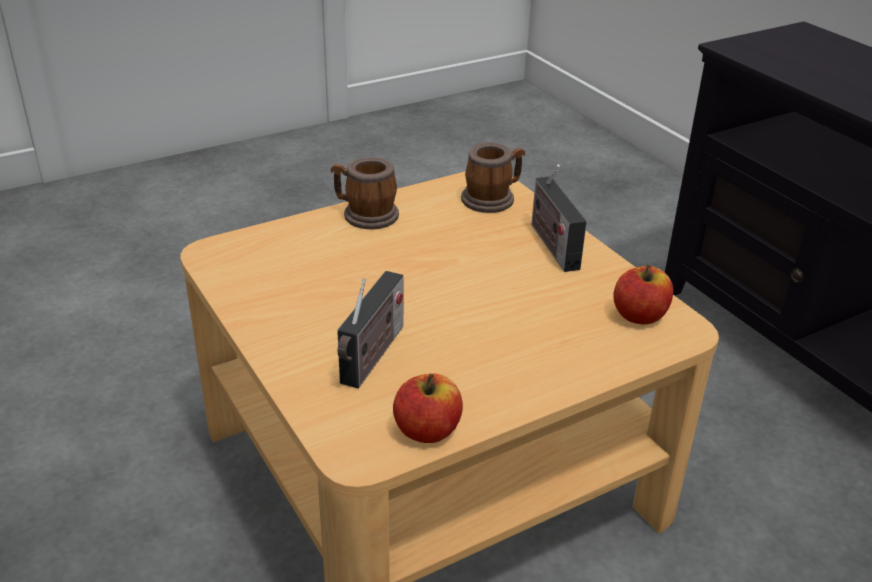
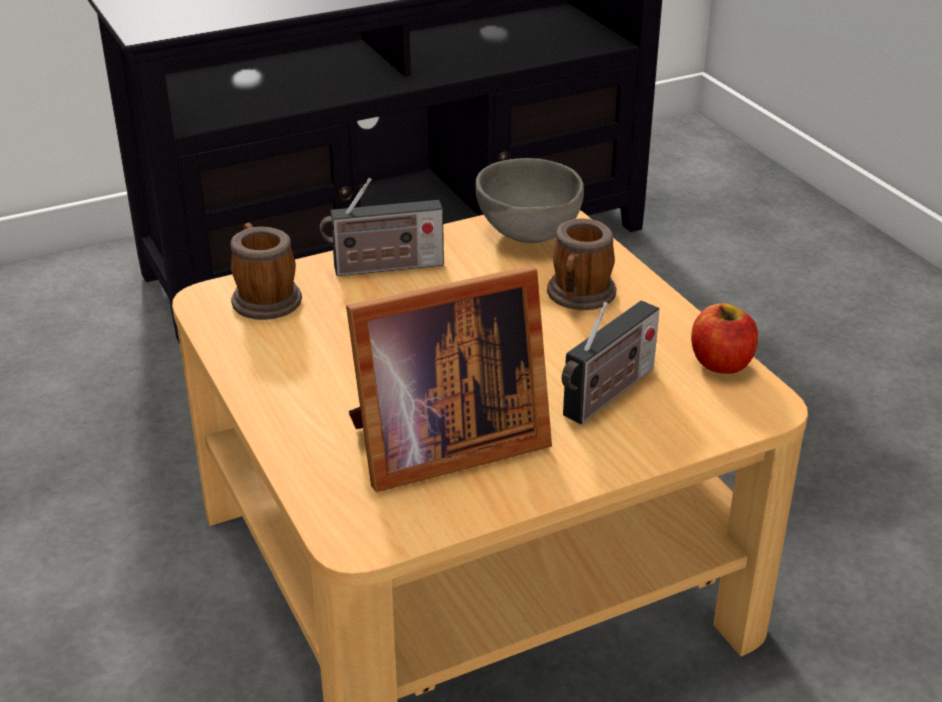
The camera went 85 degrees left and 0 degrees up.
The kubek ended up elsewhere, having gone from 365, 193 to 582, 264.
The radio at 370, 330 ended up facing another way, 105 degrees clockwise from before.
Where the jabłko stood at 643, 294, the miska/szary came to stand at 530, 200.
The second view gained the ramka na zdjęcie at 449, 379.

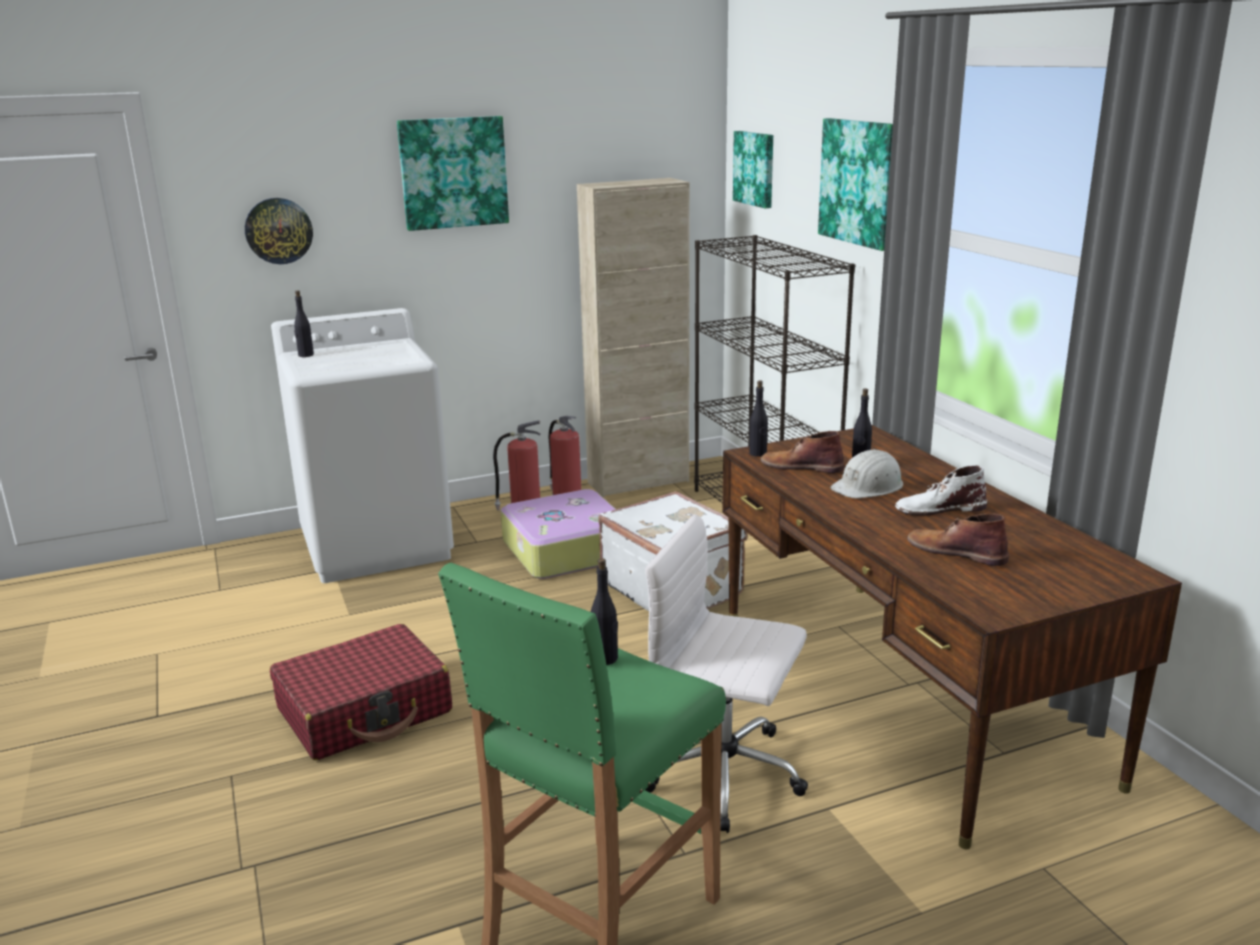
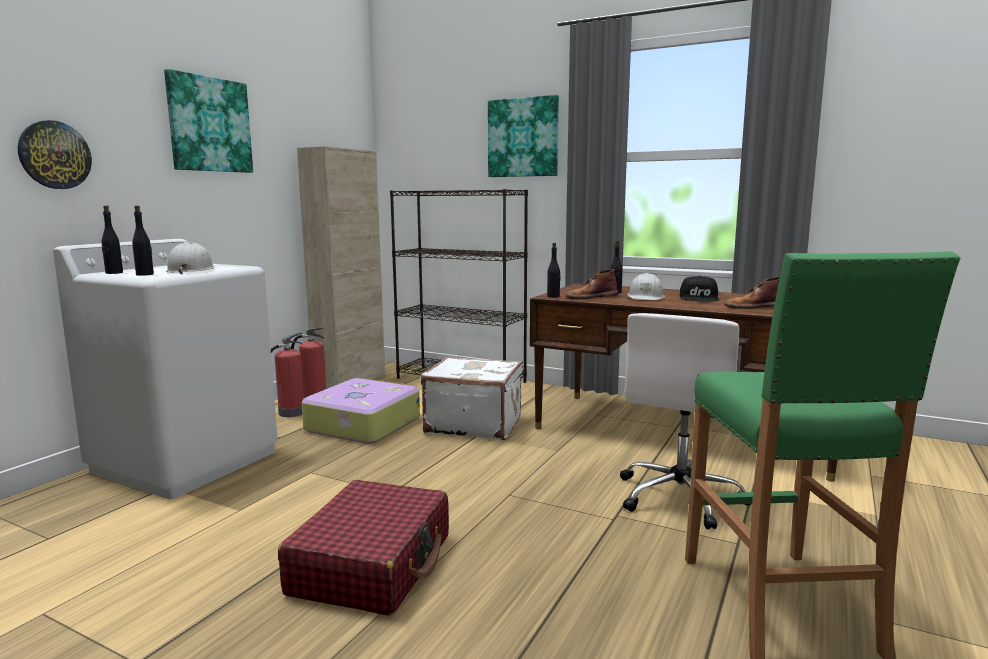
The camera went 40 degrees left and 10 degrees down.
The butelka/czarny ended up elsewhere, having gone from 604, 611 to 143, 241.
The krzesło biurowe/biały at 726, 673 ended up facing another way, 45 degrees counterclockwise from before.
The second view lost the obraz at 753, 169.
Where the but z cholewką/biały stood at 941, 490, the czapka z daszkiem/czarny came to stand at 699, 288.
The second view gained the kask/biały at 190, 258.

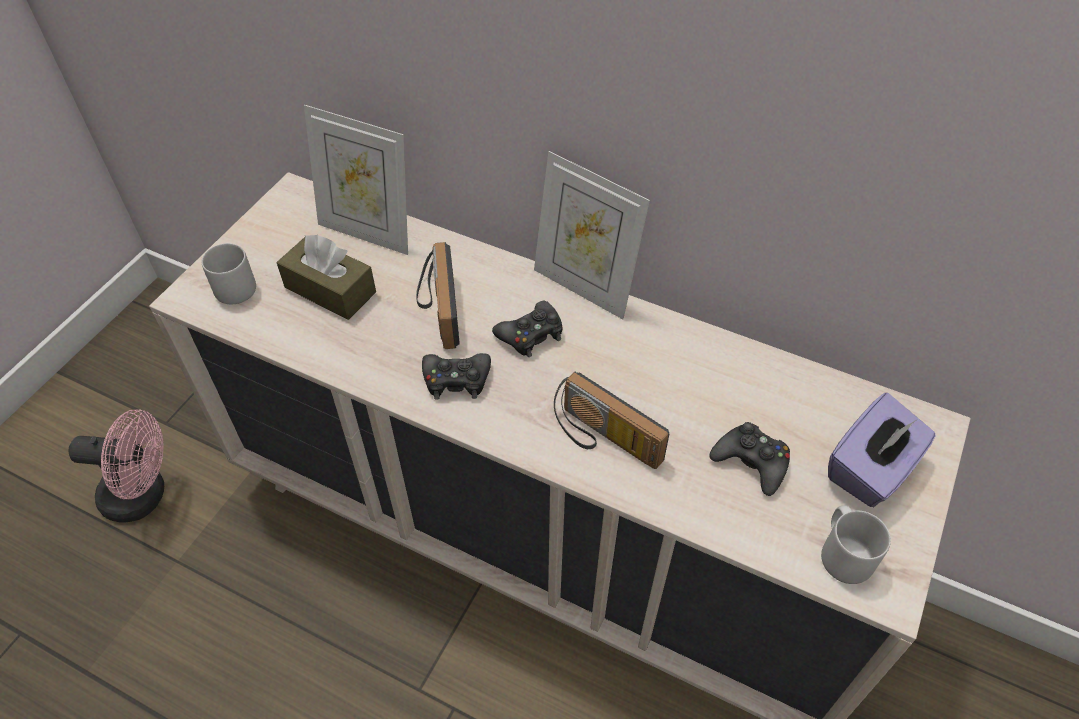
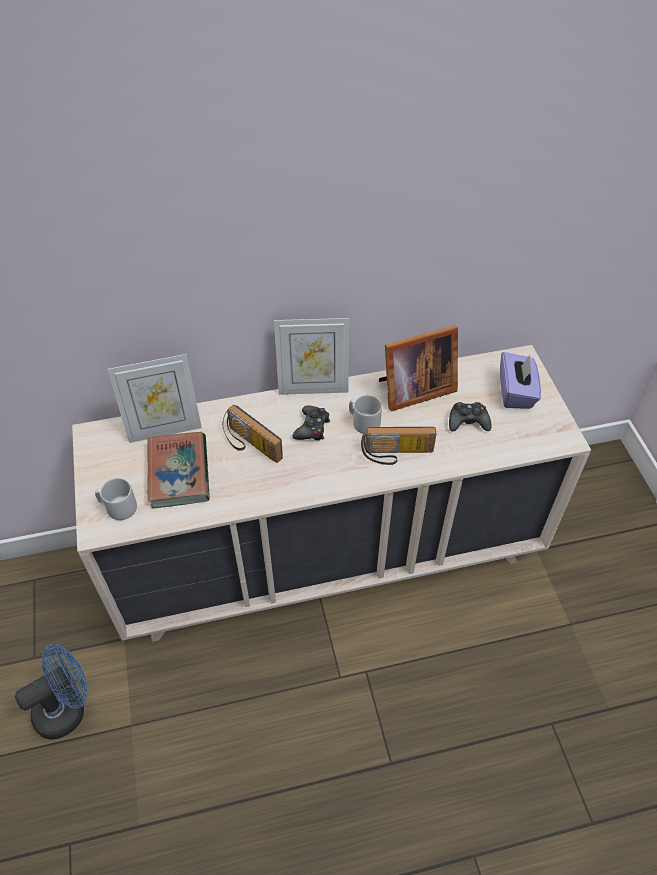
The camera went 40 degrees left and 0 degrees up.
What was the wentylator/różowy at 116, 465 turned into the wentylator/niebieski at 51, 692.
Where the pudełko chusteczek/brązowy stood at 326, 277, the książka came to stand at 179, 470.
The second view lost the pad do gier/czarny at 456, 376.
The kubek/szary ended up elsewhere, having gone from 856, 544 to 365, 414.
The second view gained the ramka na zdjęcie at 418, 368.

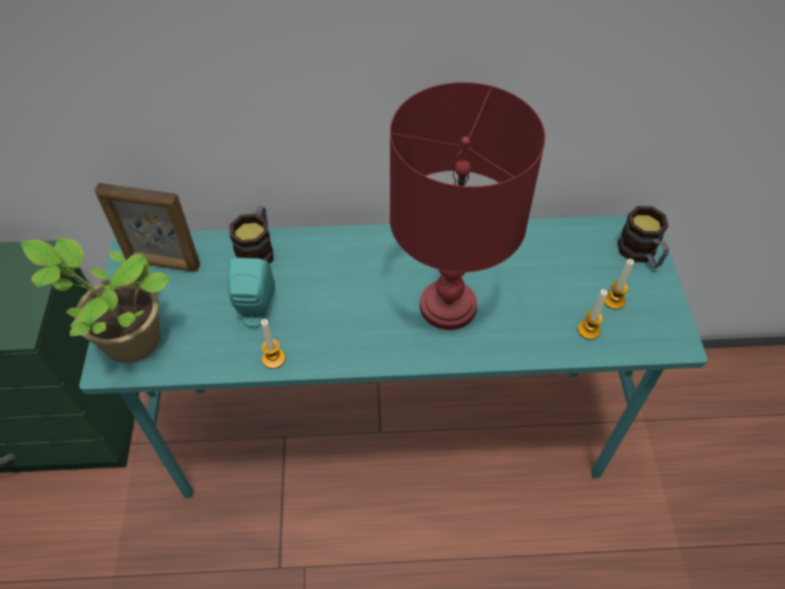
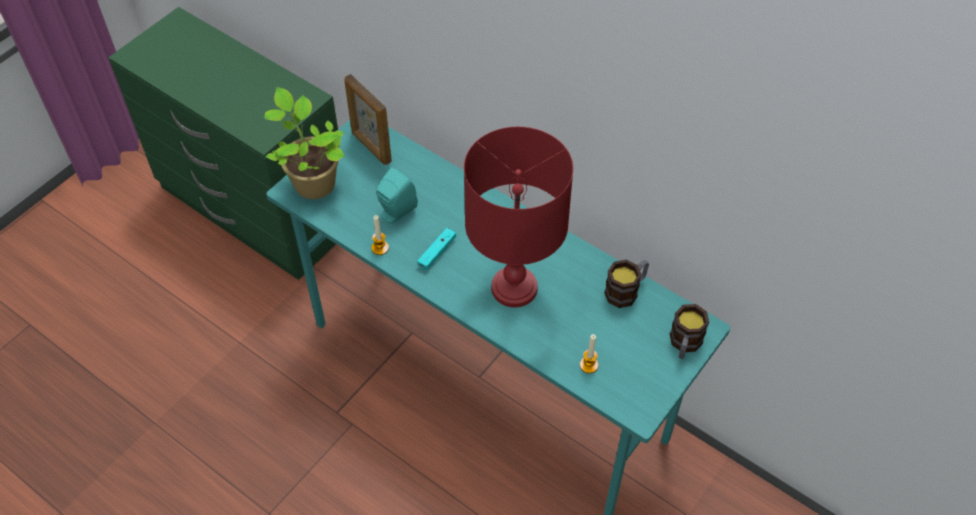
The camera went 40 degrees right and 0 degrees up.
The kubek ended up elsewhere, having gone from 251, 235 to 626, 284.
The second view lost the świeca at 619, 284.
The second view gained the pad do gier/turkusowy at 436, 249.

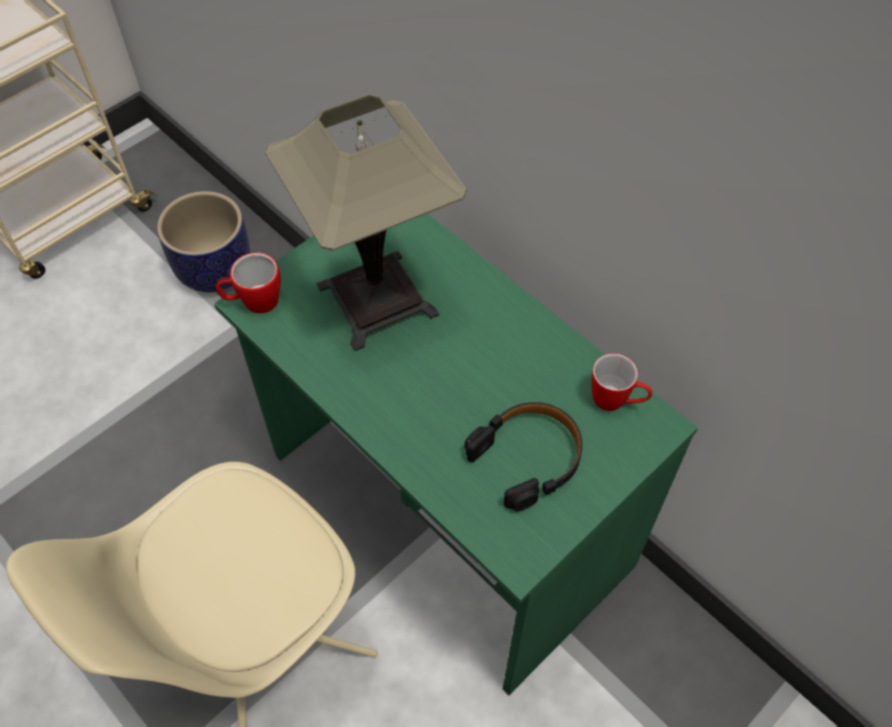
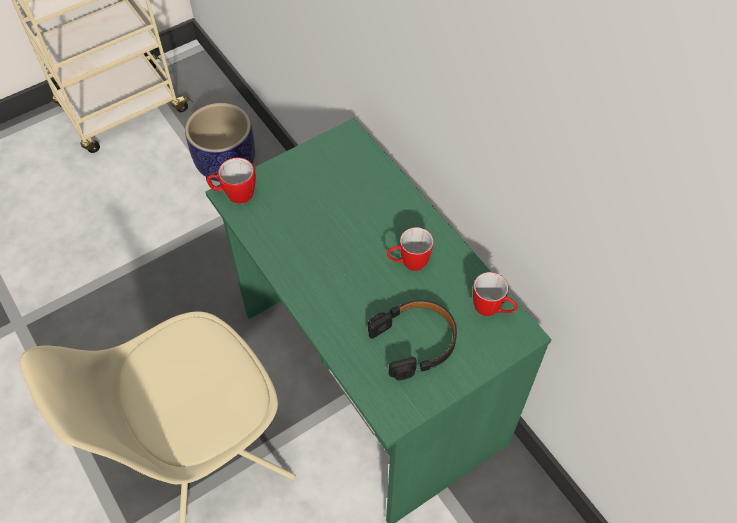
The camera went 10 degrees right and 0 degrees up.
The second view lost the lampa stołowa at 366, 222.
The second view gained the kubek at 410, 249.

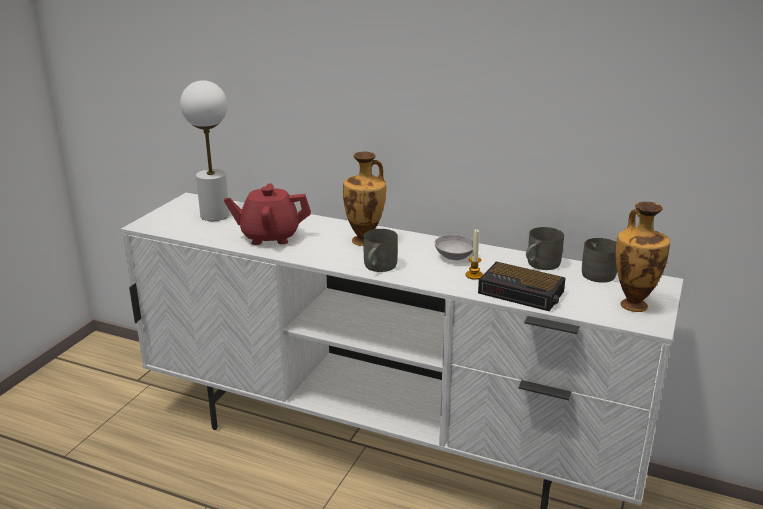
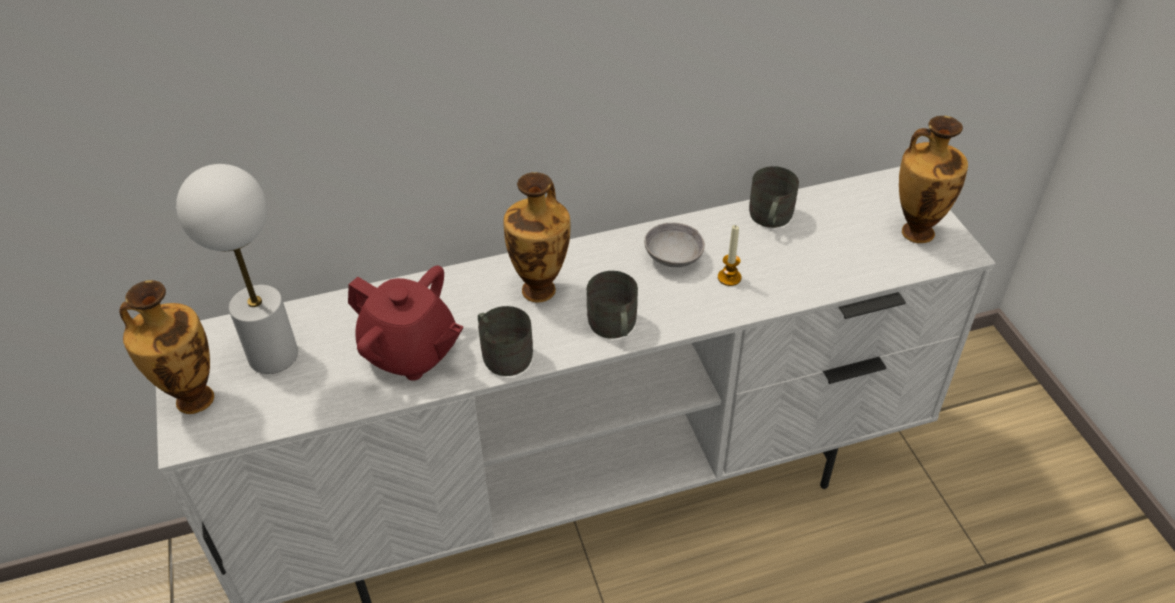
The camera went 40 degrees left and 20 degrees up.
The imbryk/czerwony at 267, 214 ended up facing another way, 105 degrees counterclockwise from before.
The second view lost the budzik at 522, 286.
The kubek/szary ended up elsewhere, having gone from 599, 260 to 505, 341.
The second view gained the wazon at 166, 347.

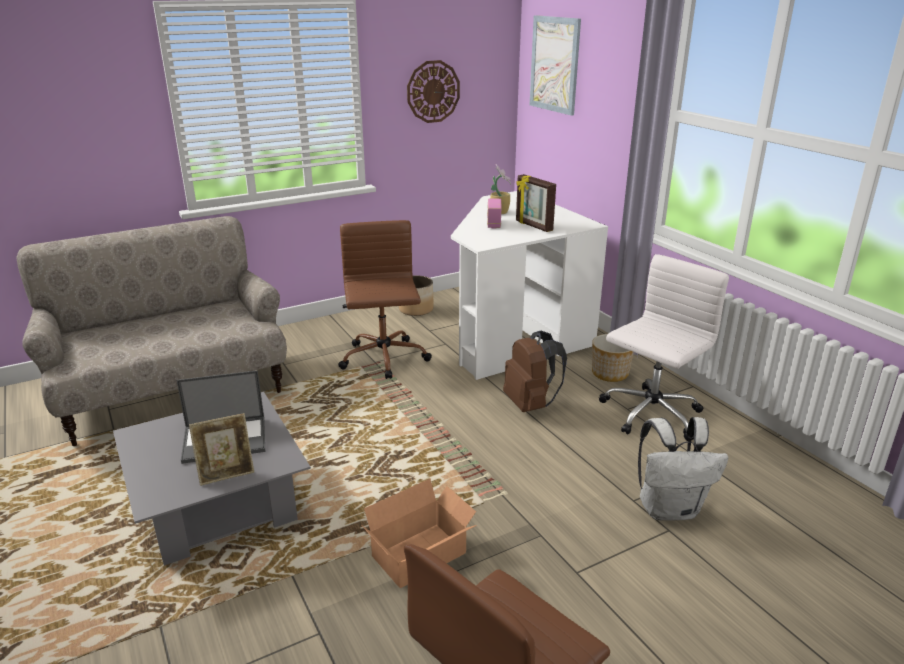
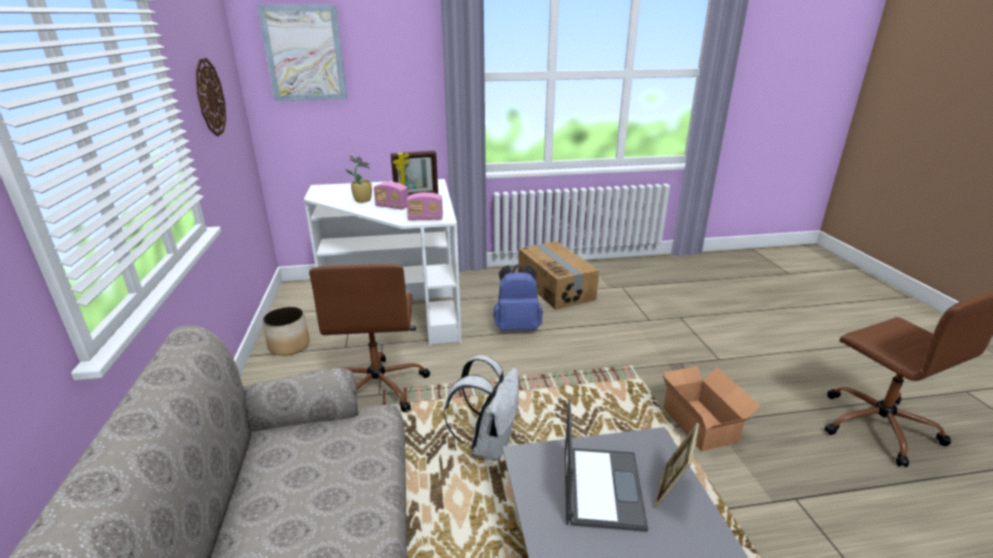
The camera went 70 degrees left and 0 degrees up.
The ramka na zdjęcie at 221, 449 ended up facing another way, 150 degrees counterclockwise from before.
The krzesło biurowe/brązowy at 385, 299 ended up facing another way, 105 degrees counterclockwise from before.
What was the plecak/brązowy at 535, 371 turned into the plecak/niebieski at 518, 298.
The second view lost the donica at 613, 358.
Where the krzesło biurowe/biały stood at 664, 347, the karton came to stand at 558, 276.
The plecak/biały ended up elsewhere, having gone from 683, 468 to 481, 408.
The second view gained the radio at 425, 206.

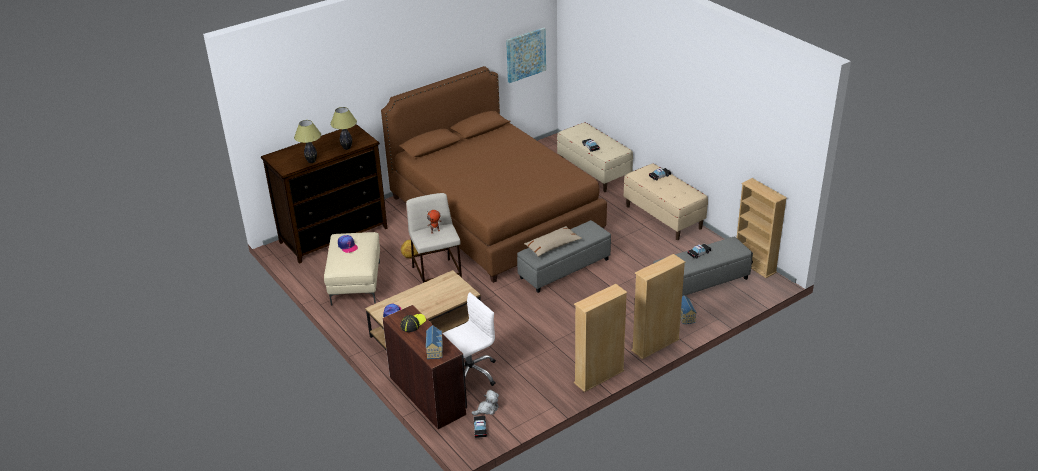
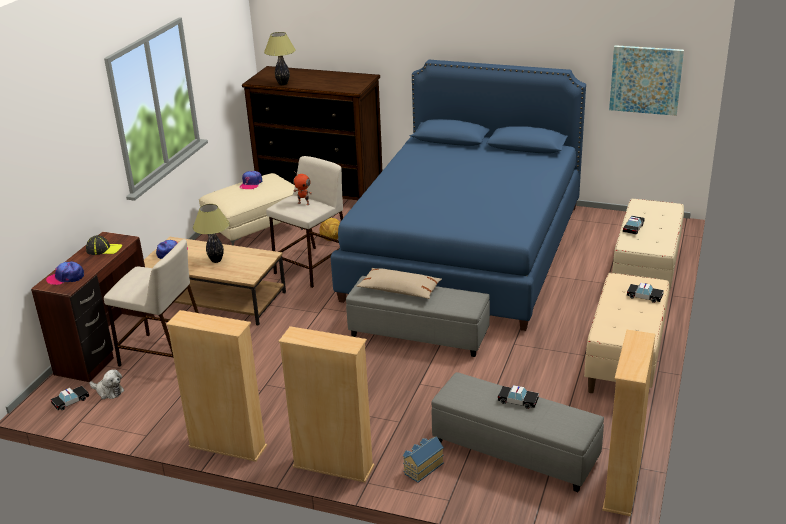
The camera went 55 degrees right and 5 degrees down.
The lampa stołowa ended up elsewhere, having gone from 343, 128 to 211, 233.
What was the łóżko/brązowy at 494, 174 turned into the łóżko/niebieski at 458, 195.
Where the domek stood at 434, 342, the czapka z daszkiem came to stand at 65, 273.
Where the krzesło biurowe/biały stood at 469, 339, the stołek/beżowy came to stand at 151, 302.

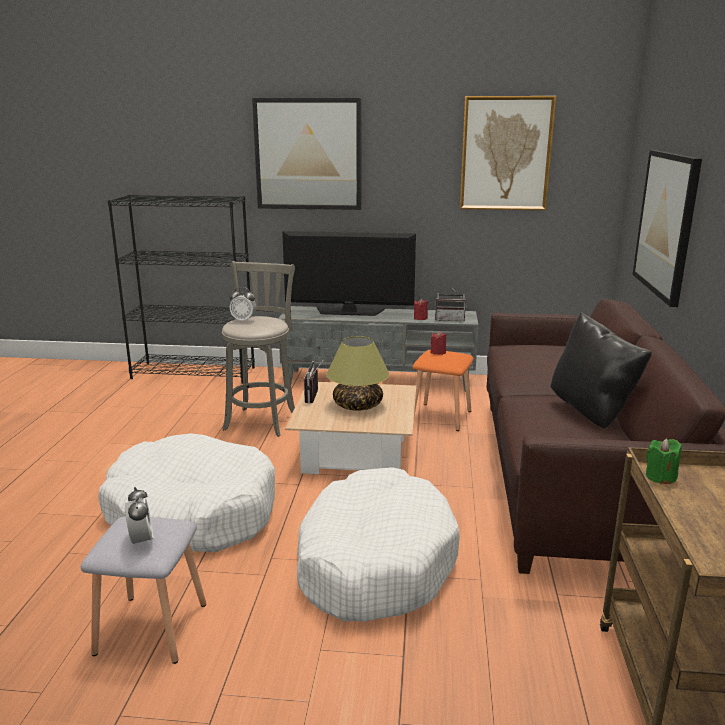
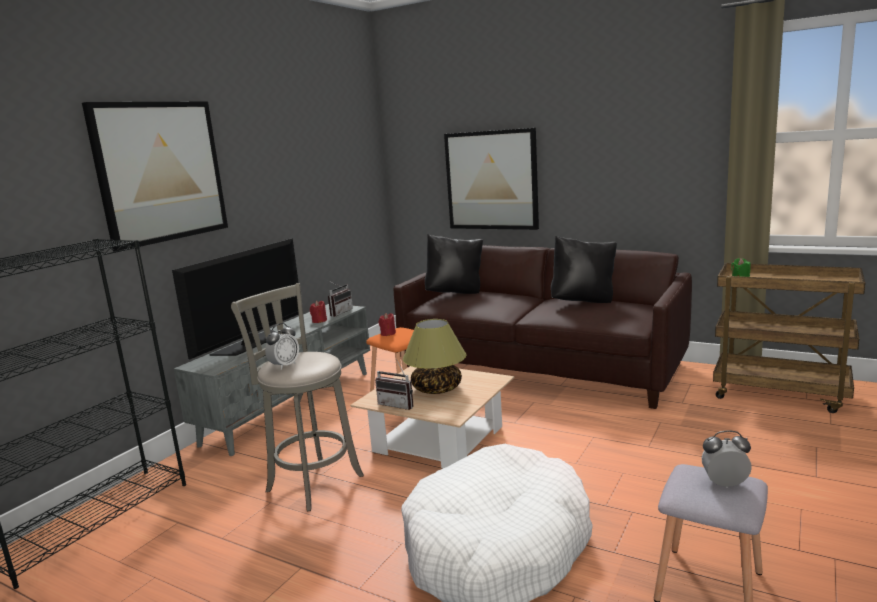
The camera went 65 degrees left and 5 degrees down.
The second view lost the legowisko/biały at 378, 544.
The second view lost the obraz at 508, 153.
The second view gained the poduszka/czarny at 454, 264.

